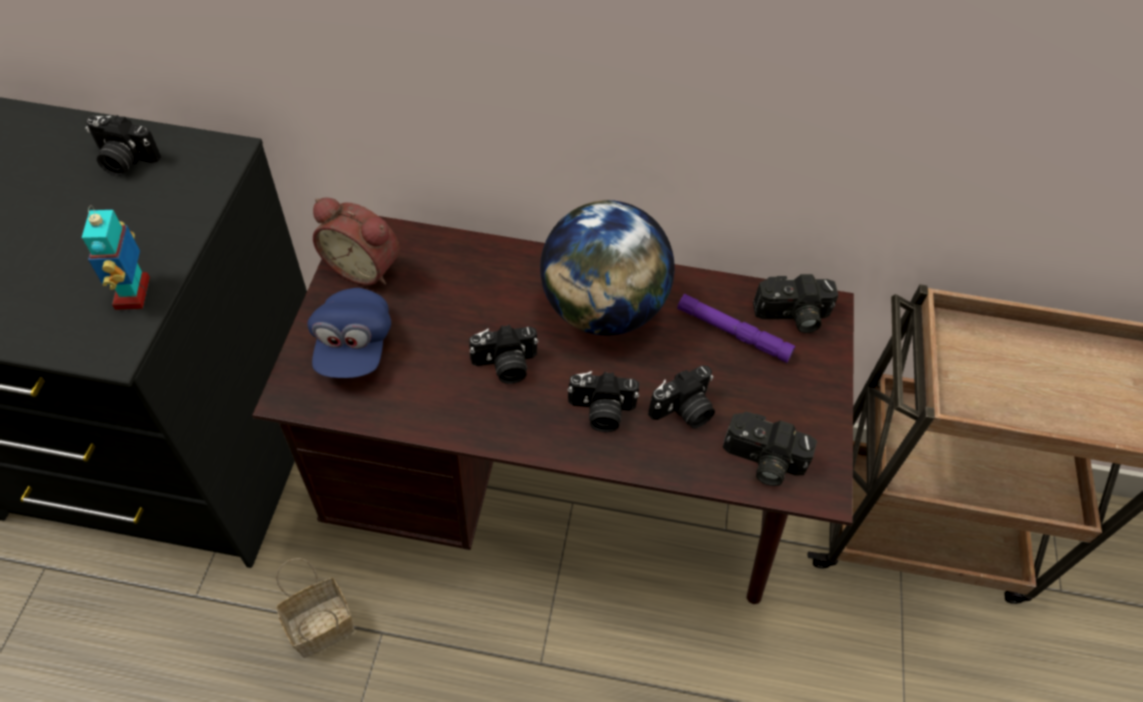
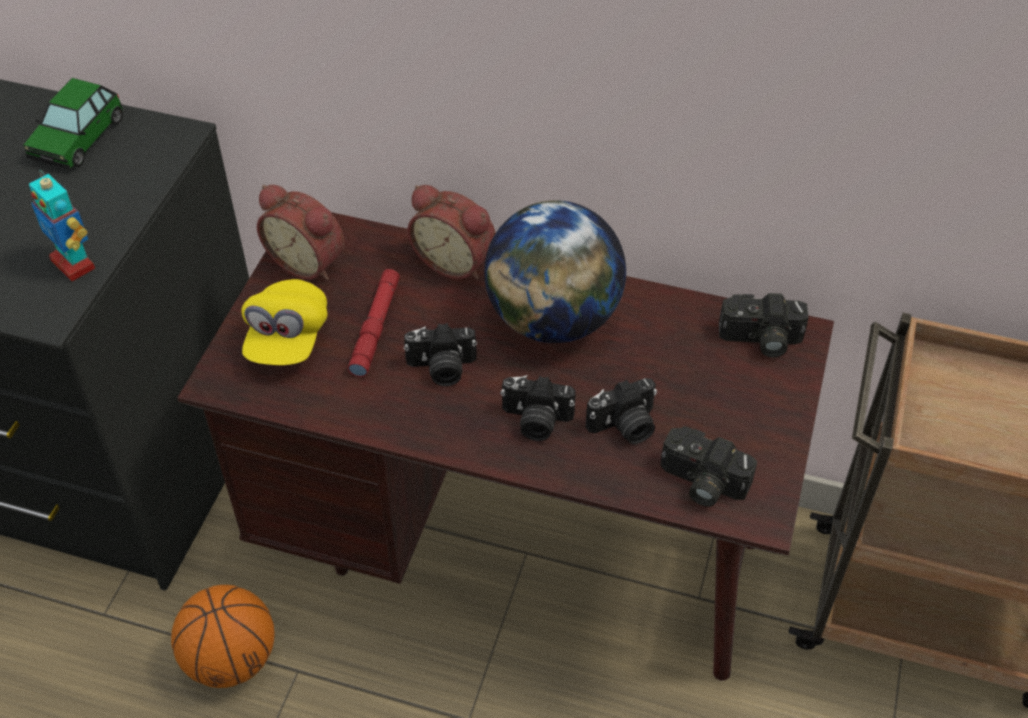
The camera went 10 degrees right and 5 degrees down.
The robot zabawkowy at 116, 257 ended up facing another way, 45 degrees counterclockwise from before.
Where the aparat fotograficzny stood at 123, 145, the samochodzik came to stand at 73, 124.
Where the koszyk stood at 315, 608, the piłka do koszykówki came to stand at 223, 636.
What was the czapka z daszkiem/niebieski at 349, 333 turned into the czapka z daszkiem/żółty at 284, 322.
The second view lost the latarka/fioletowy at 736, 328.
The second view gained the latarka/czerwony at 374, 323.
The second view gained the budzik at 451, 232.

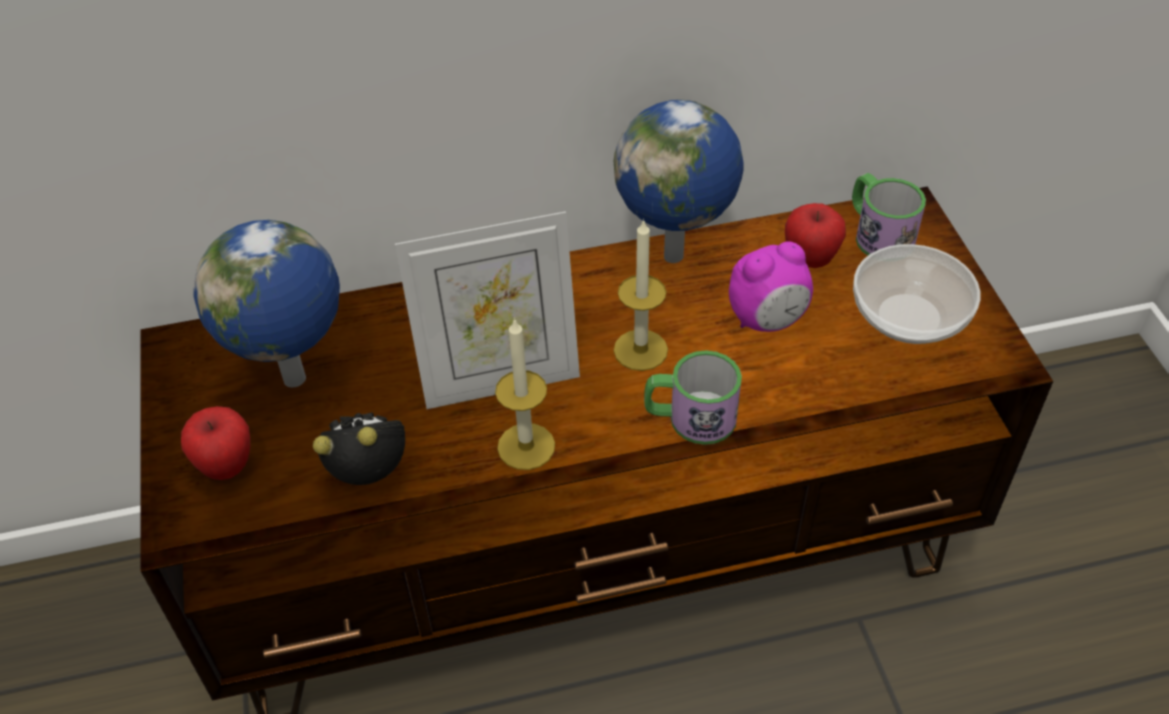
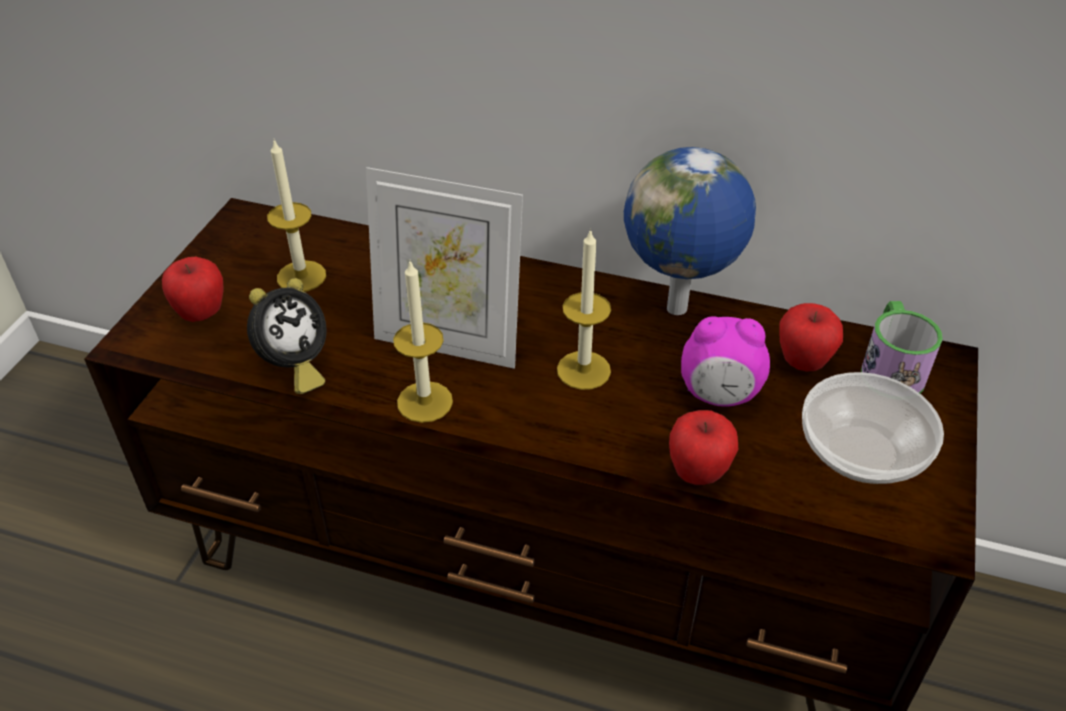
The camera went 30 degrees right and 5 degrees down.
Where the globus stood at 266, 303, the świeca came to stand at 296, 215.
The budzik at 359, 448 ended up facing another way, 105 degrees clockwise from before.
The second view lost the kubek at 693, 397.
The second view gained the jabłko at 703, 447.

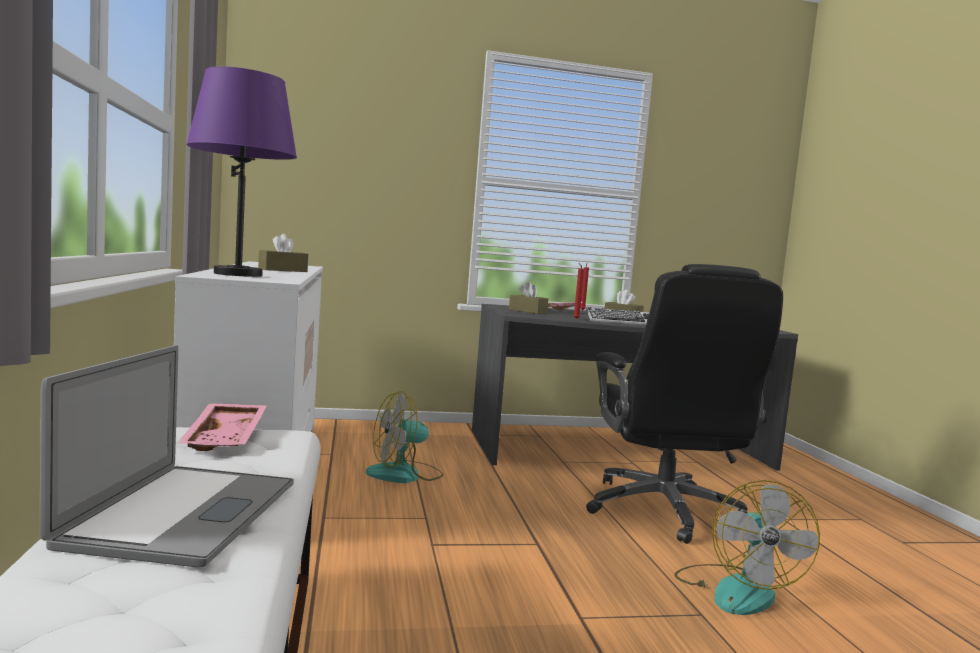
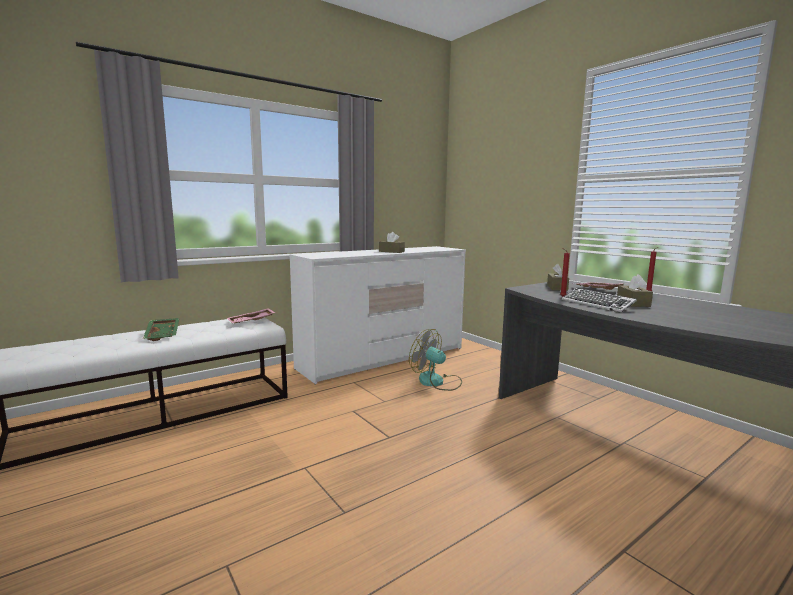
The camera went 65 degrees right and 5 degrees up.
Where the laptop stood at 167, 456, the taca/zielony came to stand at 161, 329.
The second view lost the lampa stołowa/fioletowy at 241, 171.
The second view lost the krzesło biurowe/czarny at 684, 404.
The second view lost the wentylator at 747, 547.

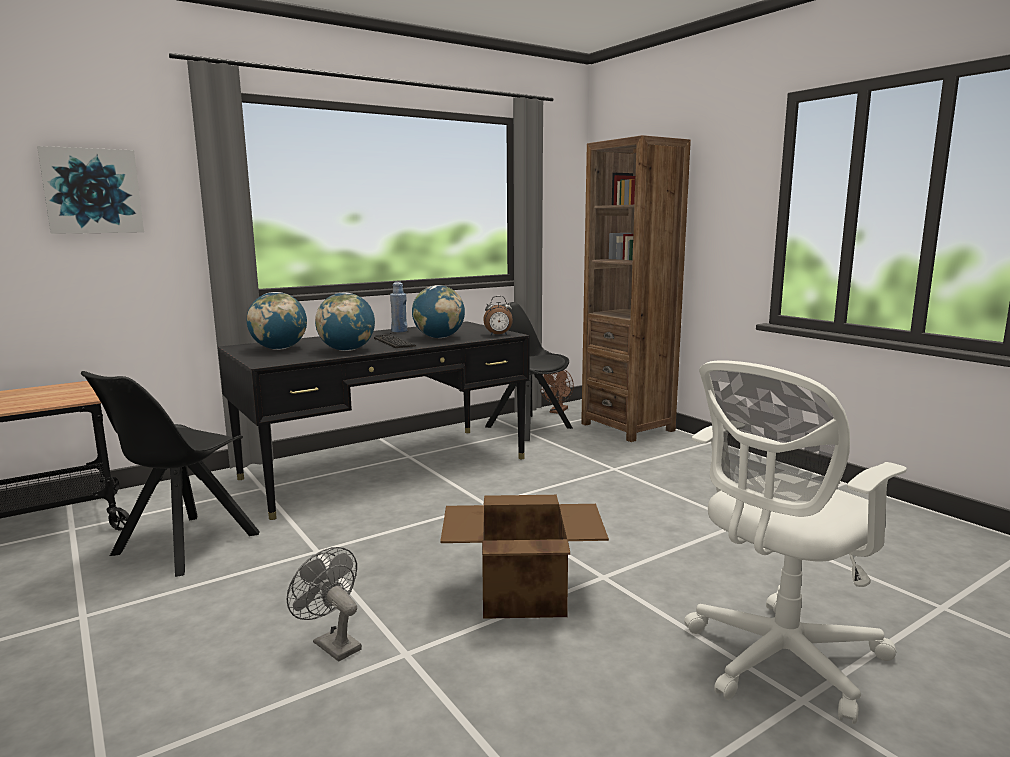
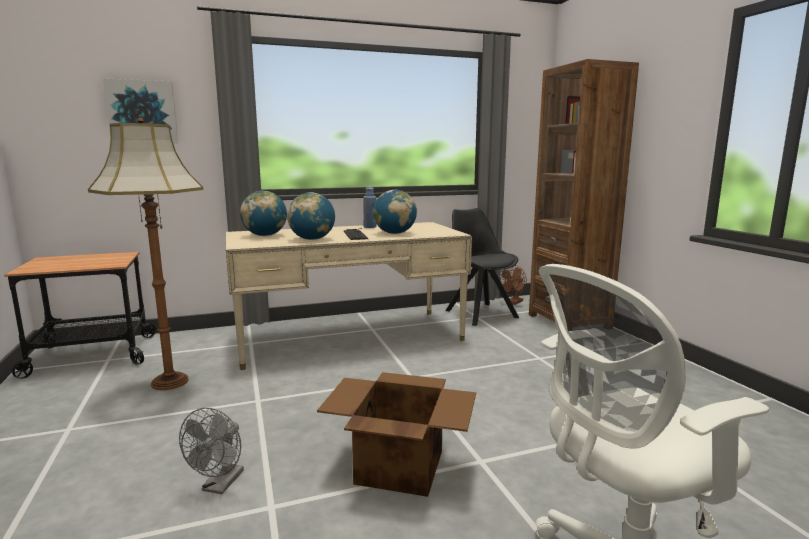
The camera went 15 degrees right and 0 degrees up.
Where the krzesło/czarny stood at 170, 474, the lampa stojąca came to stand at 145, 252.
What was the biurko/czarny at 374, 420 turned into the biurko/beżowy at 349, 296.
The wentylator/szary at 324, 604 ended up facing another way, 135 degrees counterclockwise from before.
The second view lost the budzik at 498, 315.

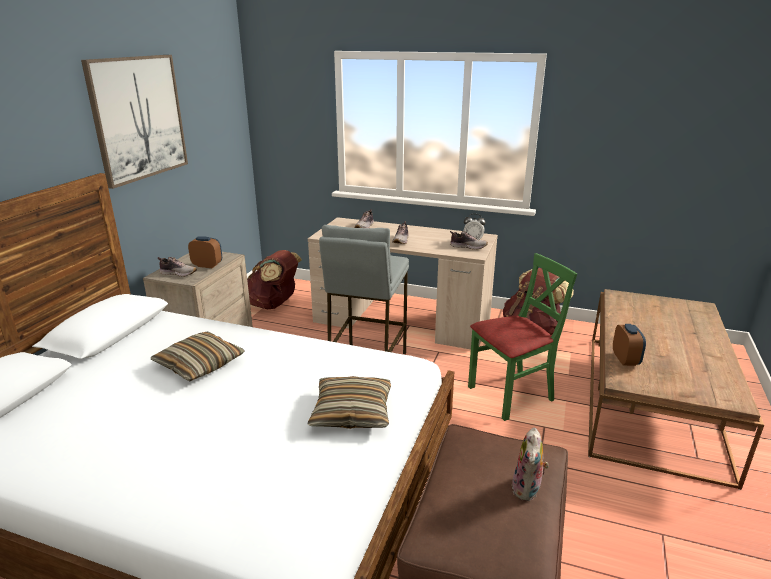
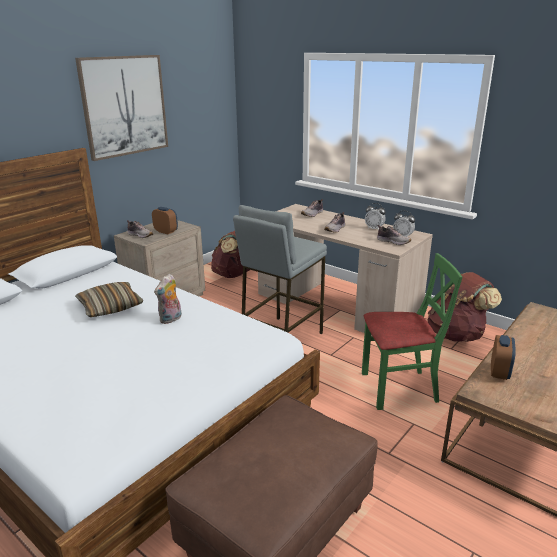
The camera went 20 degrees right and 0 degrees up.
The second view lost the poduszka at 349, 402.
The pluszak ended up elsewhere, having gone from 530, 464 to 168, 299.
The second view gained the budzik at 375, 216.

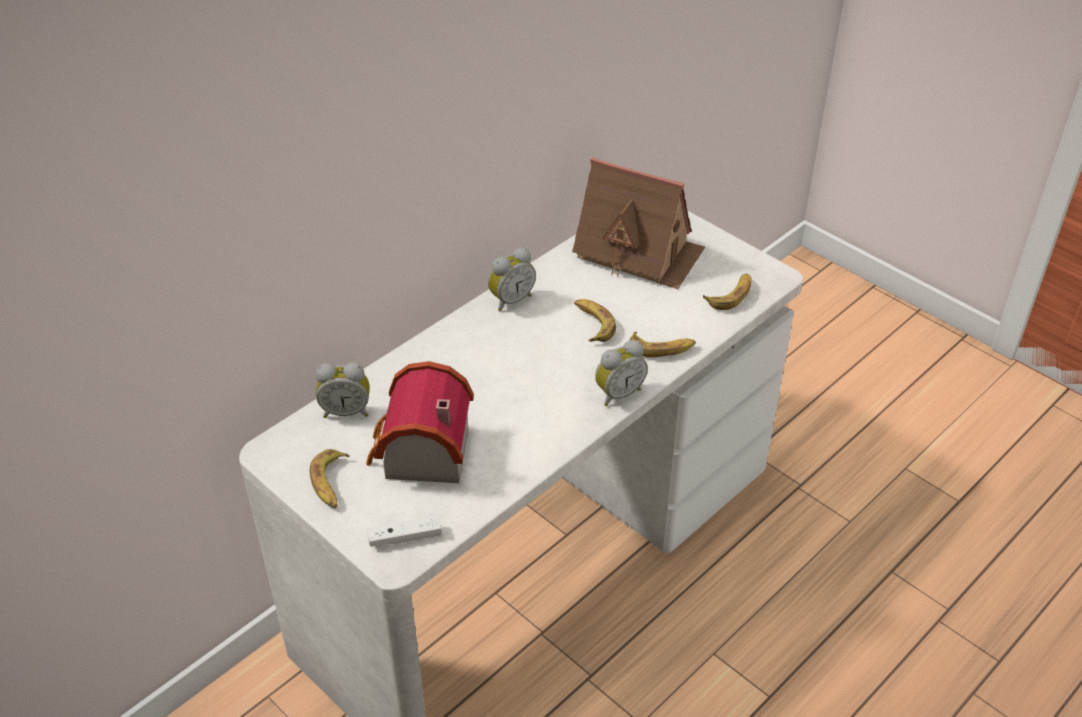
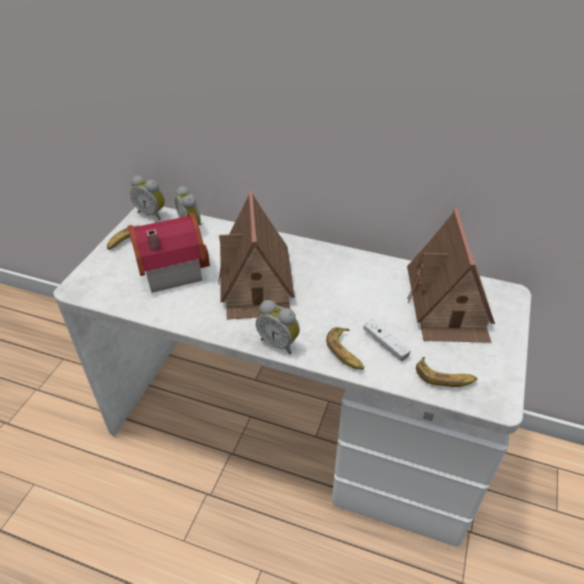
The camera went 65 degrees right and 0 degrees up.
The pad do gier/biały ended up elsewhere, having gone from 404, 531 to 387, 341.
The budzik ended up elsewhere, having gone from 512, 279 to 147, 198.
The second view lost the banan at 595, 320.
The second view gained the domek at 256, 255.

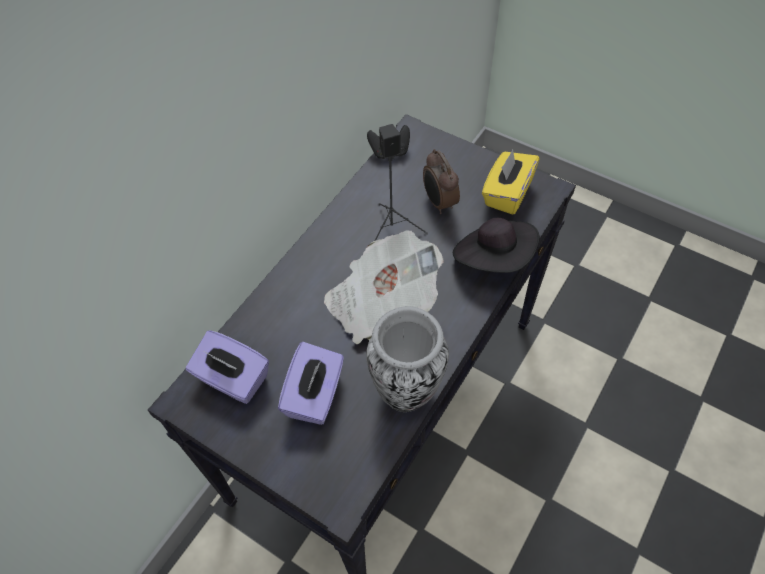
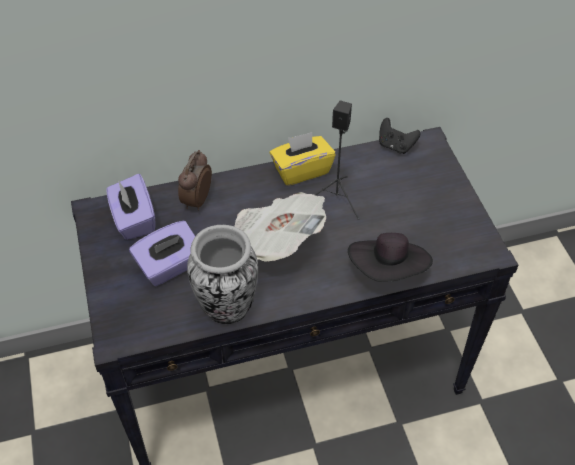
The camera went 40 degrees right and 5 degrees down.
The budzik ended up elsewhere, having gone from 441, 181 to 195, 180.
The pudełko chusteczek/żółty ended up elsewhere, having gone from 510, 182 to 303, 159.

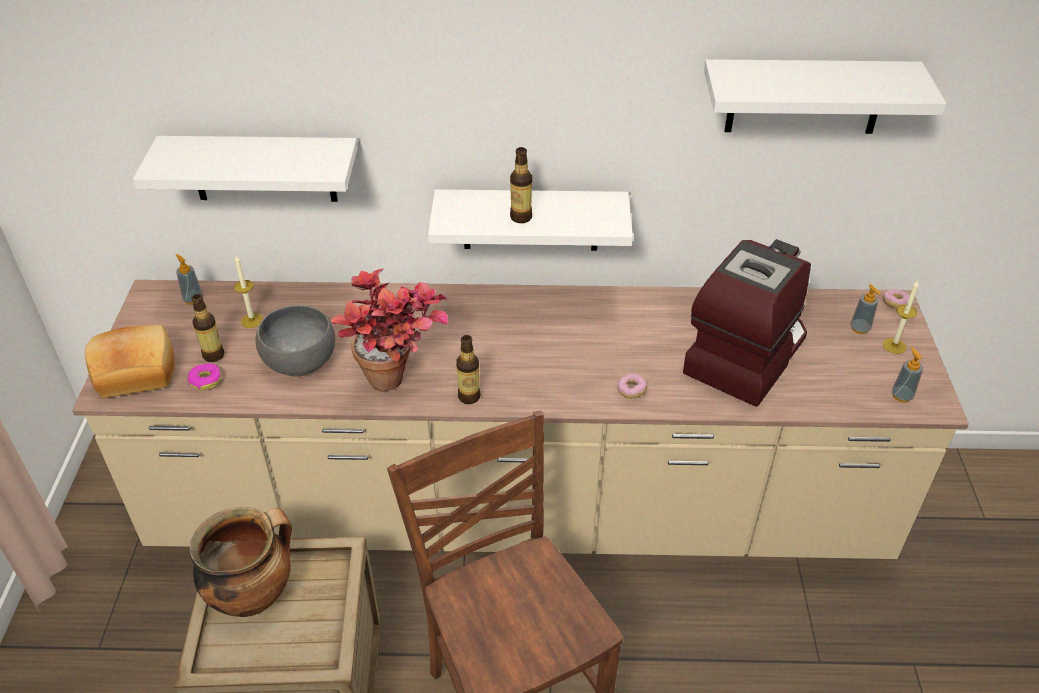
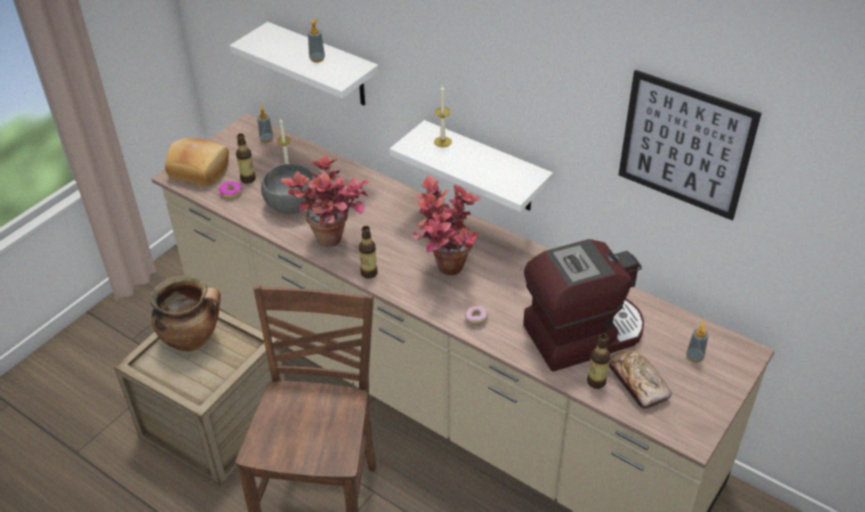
The camera went 35 degrees right and 0 degrees up.
The butelka ended up elsewhere, having gone from 521, 185 to 598, 361.
Where the półka/biały hung at 825, 96, the obraz came to hang at 689, 145.
The second view lost the donut at 896, 299.
The świeca ended up elsewhere, having gone from 901, 317 to 443, 116.
The dozownik mydła ended up elsewhere, having gone from 907, 375 to 316, 40.
The second view gained the roślina doniczkowa at 447, 225.
The second view gained the chleb at 640, 379.

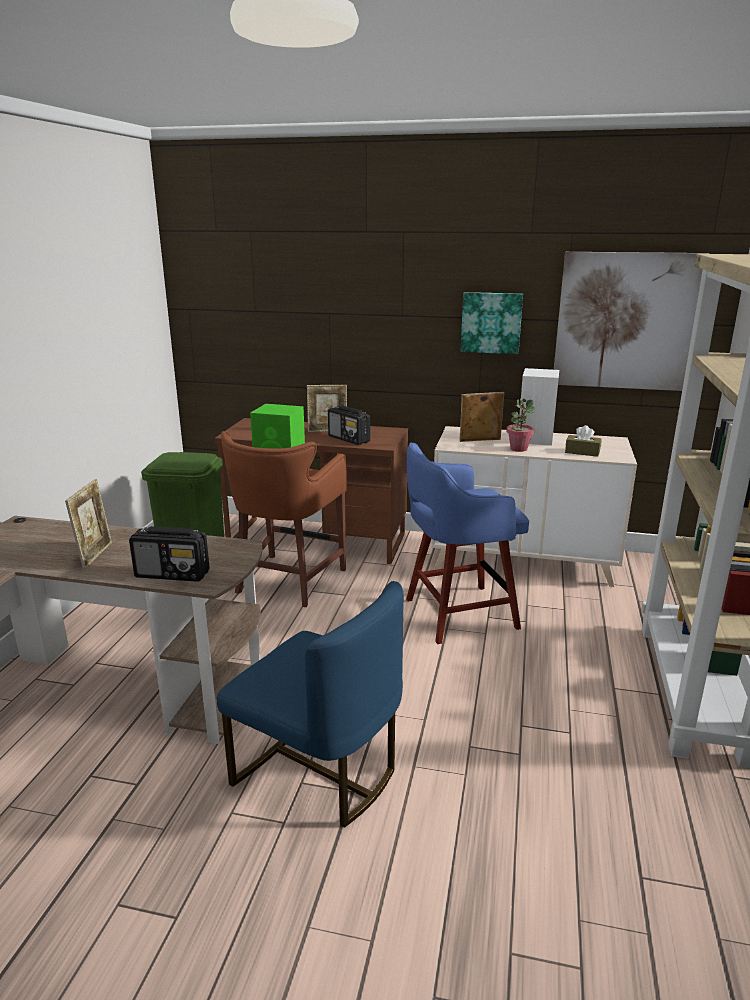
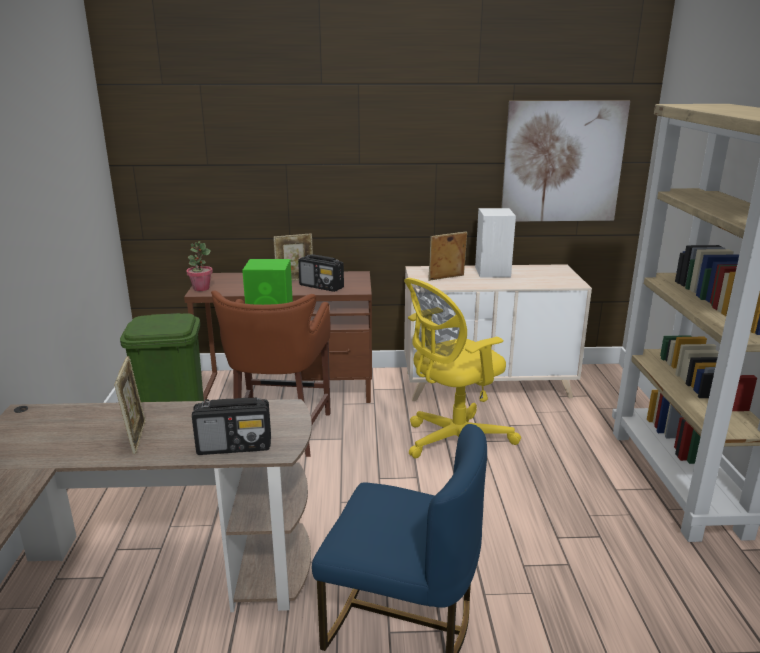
The camera went 15 degrees left and 0 degrees up.
Where the stołek/niebieski stood at 467, 543, the krzesło biurowe/żółty came to stand at 462, 368.
The second view lost the obraz at 492, 323.
The roślina doniczkowa ended up elsewhere, having gone from 520, 425 to 199, 266.
The second view lost the pudełko chusteczek/brązowy at 583, 441.

